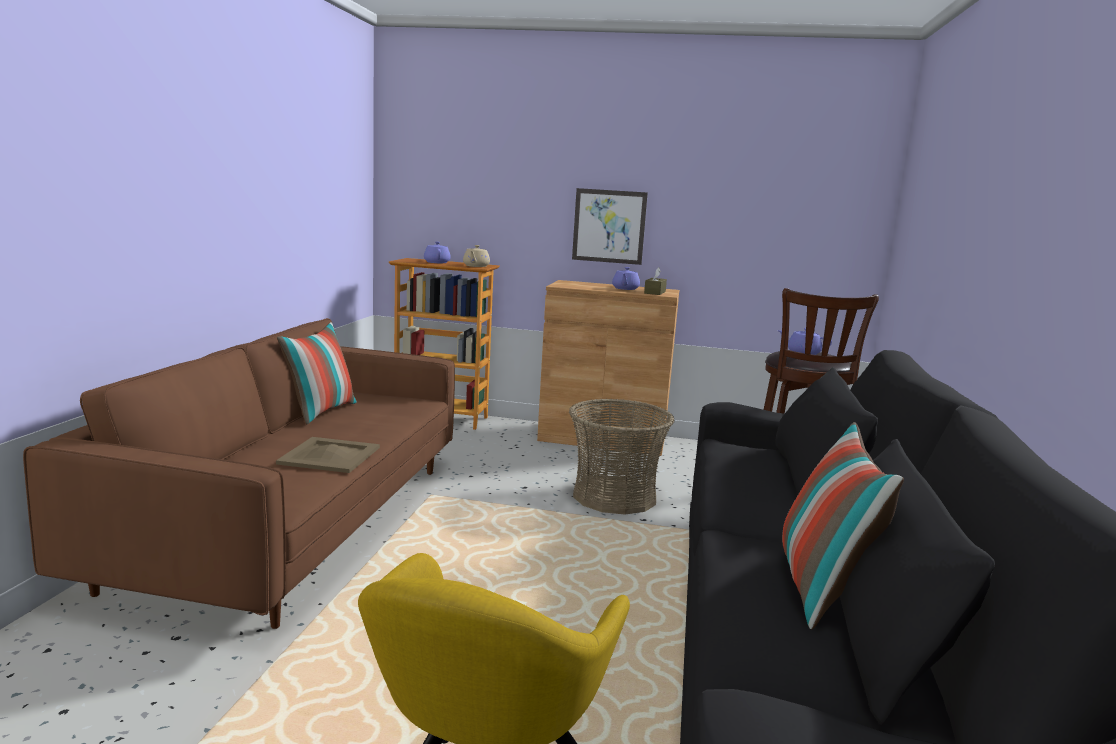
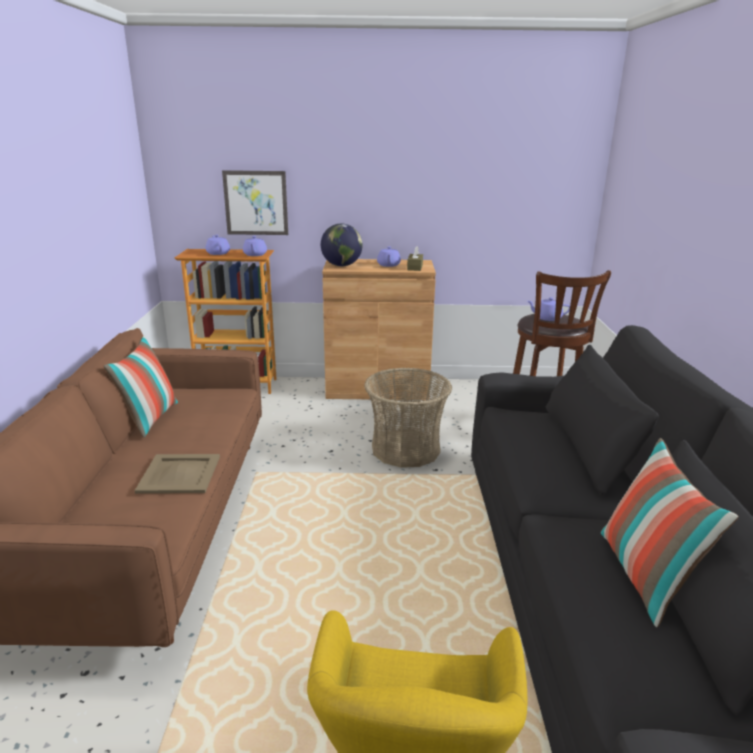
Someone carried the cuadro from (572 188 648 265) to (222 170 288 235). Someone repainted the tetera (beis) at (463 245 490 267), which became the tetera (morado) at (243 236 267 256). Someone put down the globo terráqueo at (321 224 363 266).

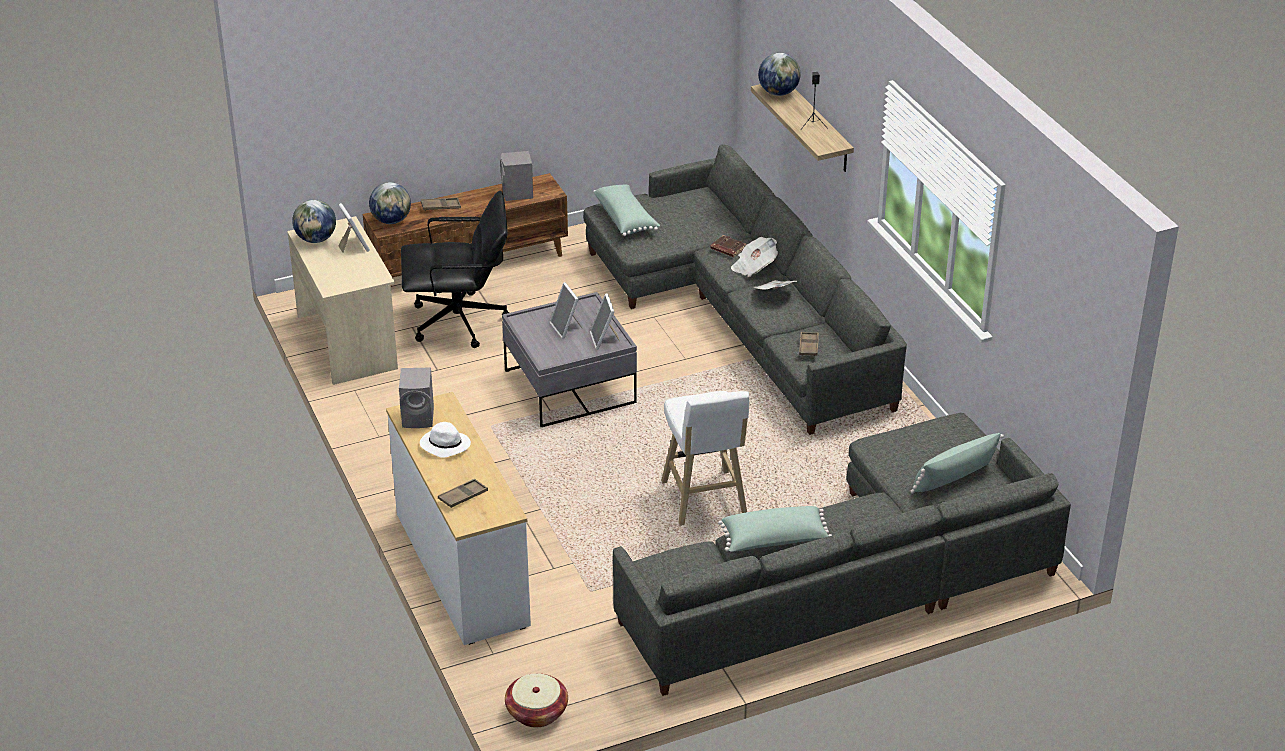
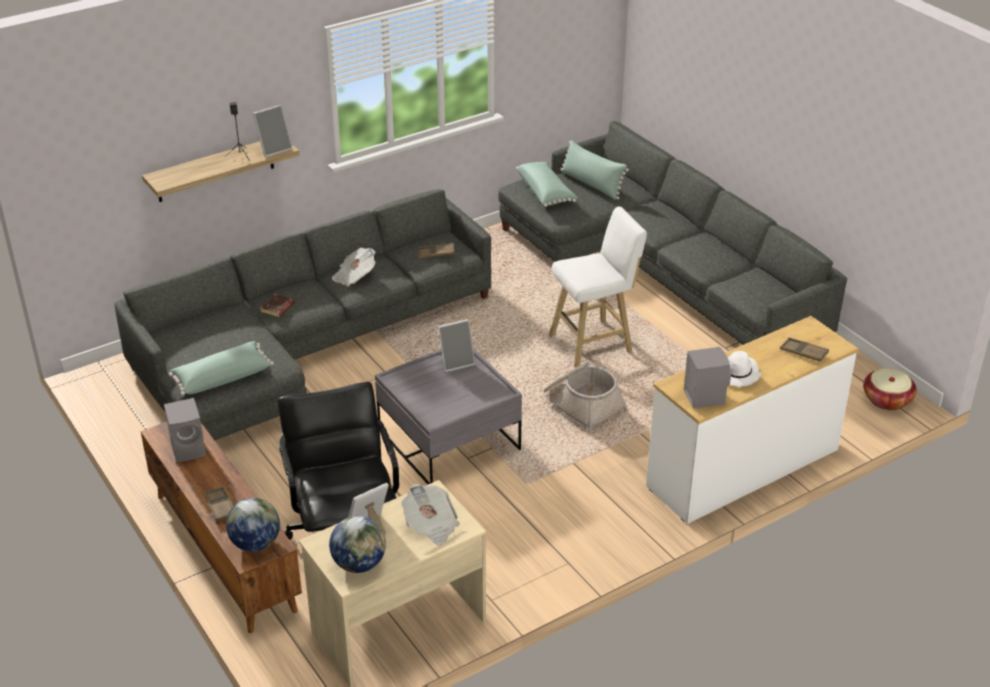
Someone took away the globo terráqueo at (758 53 801 96). Someone carried the periódico from (731 237 778 277) to (401 484 460 545). Someone carried the portarretratos from (550 283 583 339) to (253 105 292 157). Someone carried the cojín (verde) from (718 506 832 552) to (516 162 578 207). Someone put down the cesta at (544 362 629 434).

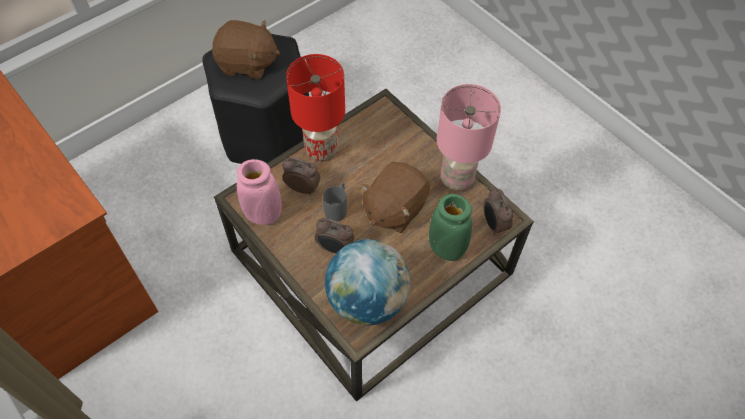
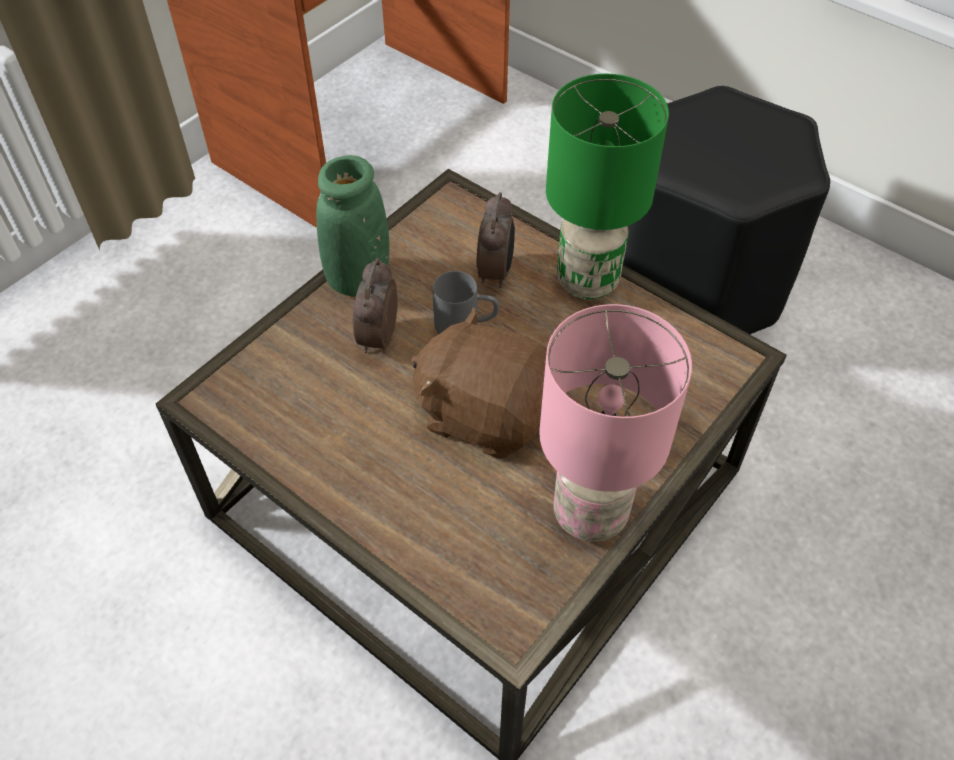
Someone took away the peluche (marrón) at (212 20 280 79). Someone repainted the lámpara de mesa (rojo) at (286 54 345 161), which became the lámpara de mesa (verde) at (546 74 669 300). Someone took away the florero (rosa) at (237 159 282 225). Someone took away the despertador at (484 188 513 235). Someone carried the florero (verde) from (429 194 472 261) to (316 155 389 296). Someone took away the globo terráqueo at (325 239 410 325).

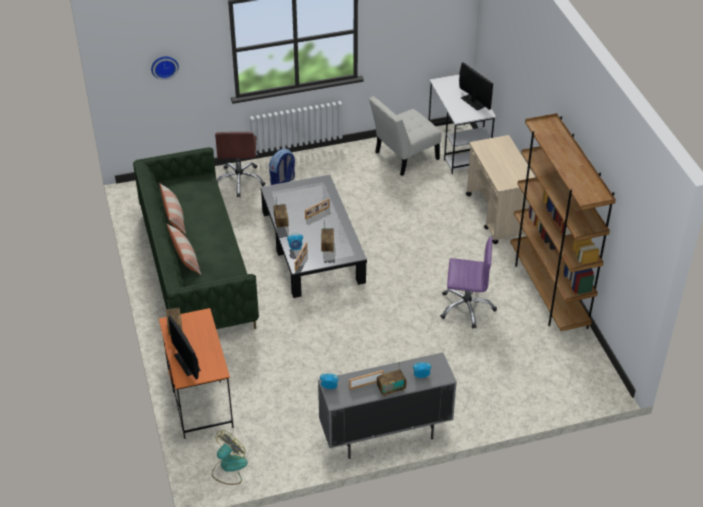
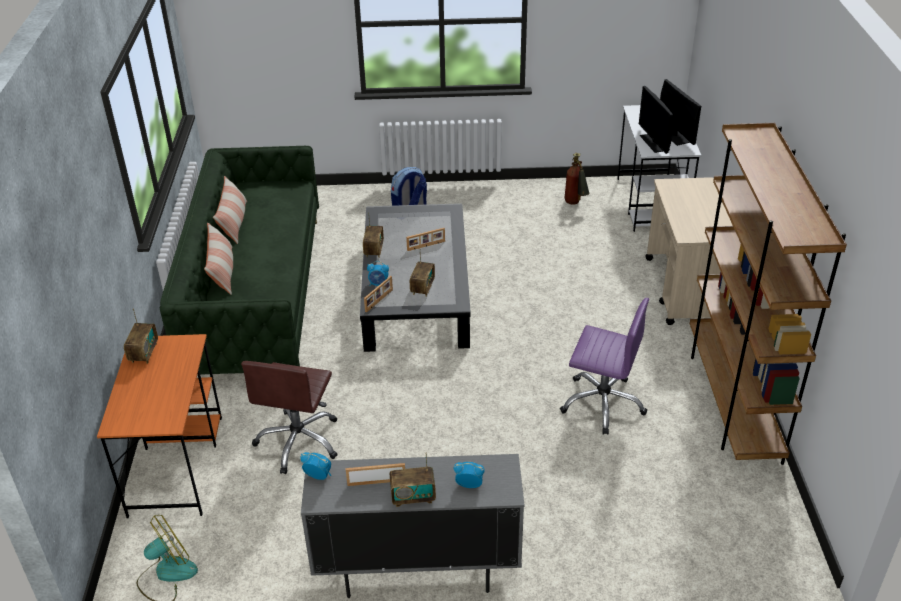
Someone took away the reloj de pared at (151 56 179 80). Someone swapped the silla (blanco) at (369 96 441 176) for the extintor at (565 153 590 205). Someone carried the silla de oficina (marrón) from (215 132 266 198) to (241 361 338 474). Someone carried the monitor from (168 315 201 379) to (639 86 674 154).

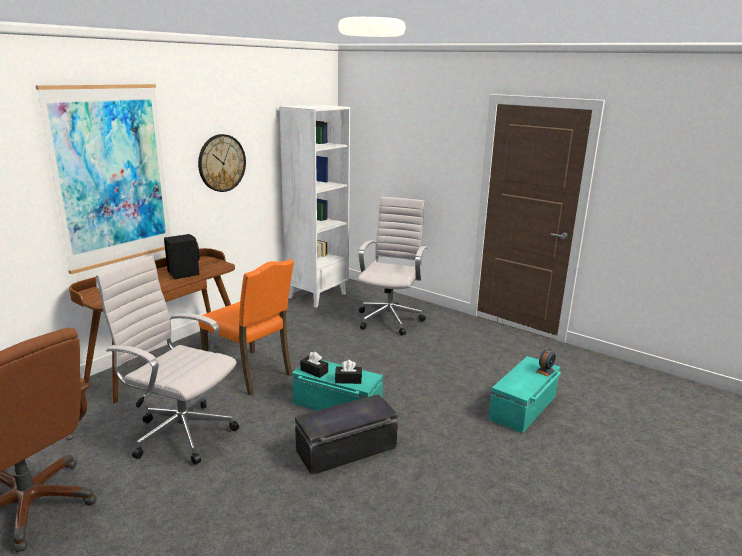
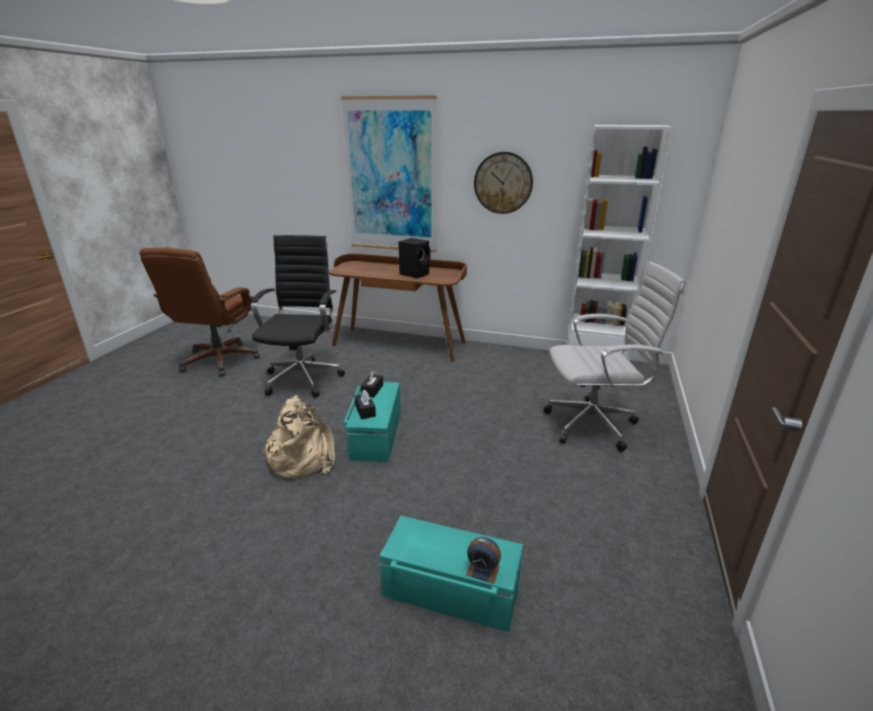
Someone repainted the silla de oficina (blanco) at (95 255 239 465), which became the silla de oficina (negro) at (251 235 345 398). Someone took away the silla (naranja) at (198 259 294 396). Someone swapped the caja de almacenaje (negro) at (295 394 398 475) for the mochila (beis) at (262 395 335 479).

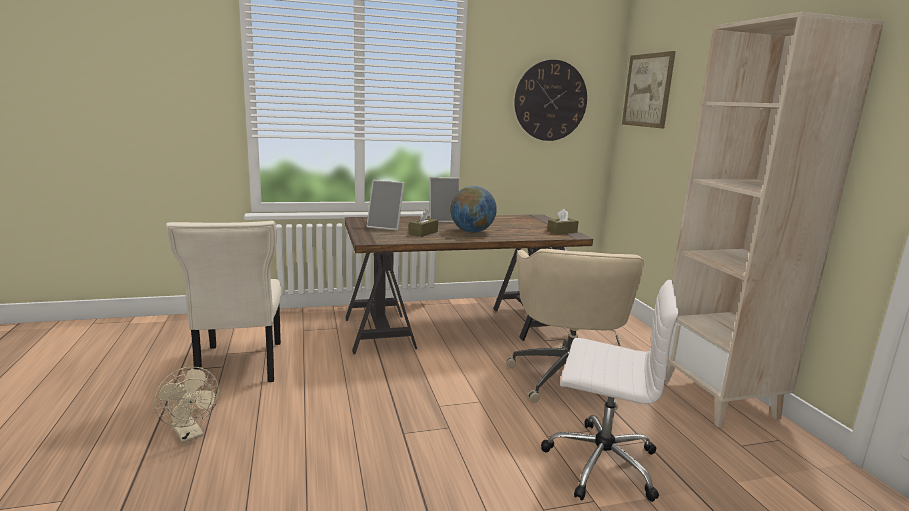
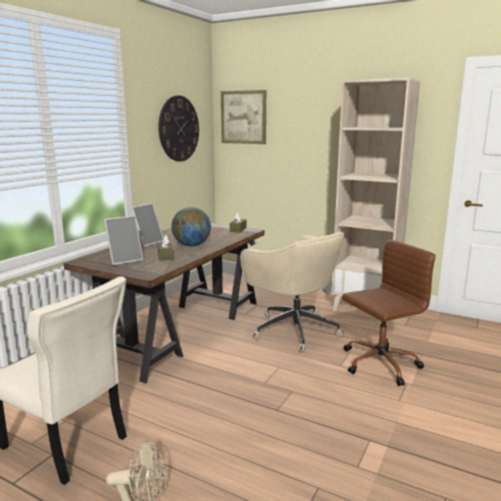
Someone repainted the silla de oficina (blanco) at (541 280 679 502), which became the silla de oficina (marrón) at (342 240 435 386).

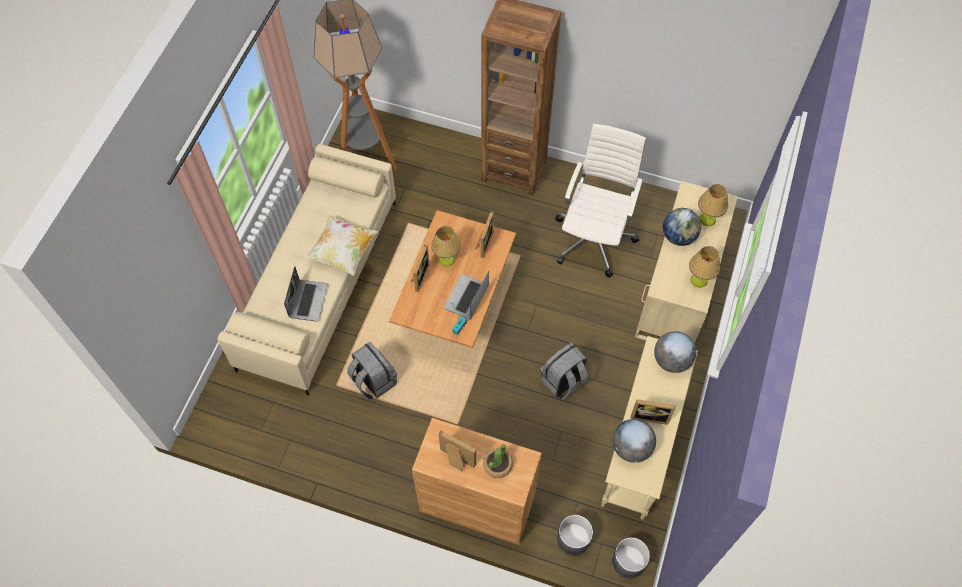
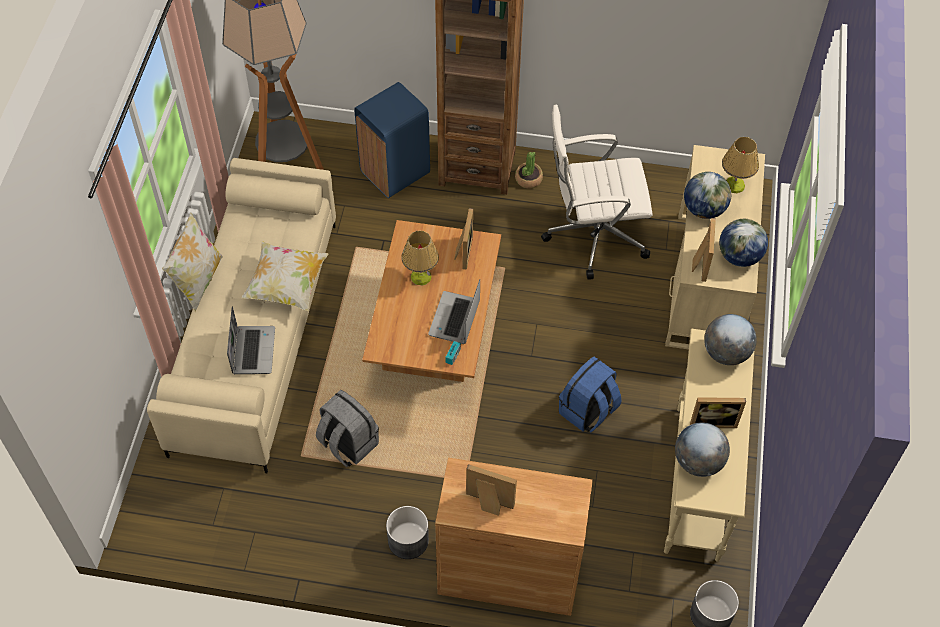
Someone rotated the silla de oficina (blanco) at (555 124 646 278) by 105 degrees counterclockwise. Someone carried the portarretratos from (410 245 430 292) to (692 218 716 282). Someone swapped the lámpara de mesa at (689 246 720 288) for the globo terráqueo at (719 219 768 267). Someone repainted the mochila (gris) at (541 343 589 400), which became the mochila (azul) at (559 357 621 432). Someone carried the planta en maceta from (483 444 513 478) to (515 152 543 189). Someone carried the maceta (gris) from (557 515 593 556) to (386 506 429 559). Someone put down the papelera (azul) at (354 82 430 198). Someone put down the cojín at (162 212 223 312).

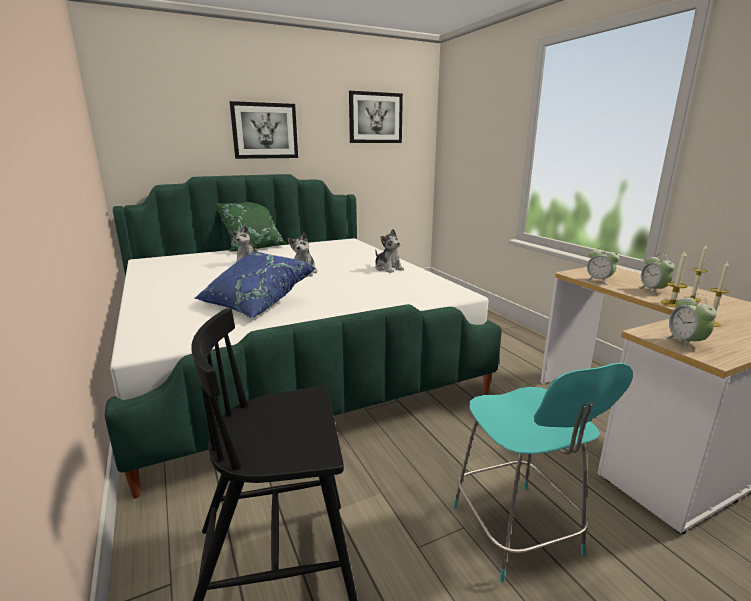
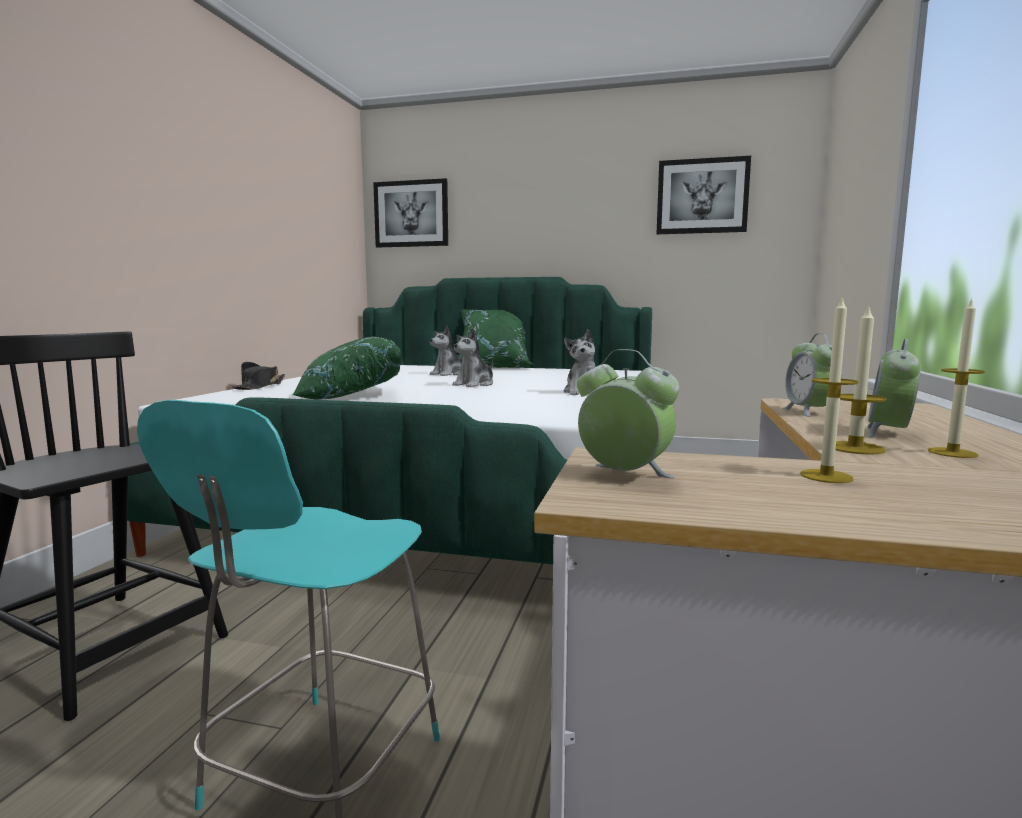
Someone carried the cuadro from (230 101 298 159) to (373 178 448 248). Someone repainted the cojín (azul) at (194 252 315 318), which became the cojín (verde) at (293 337 401 399). Someone rotated the despertador at (664 294 717 351) by 90 degrees clockwise. Someone put down the sombrero (negro) at (232 362 285 390).

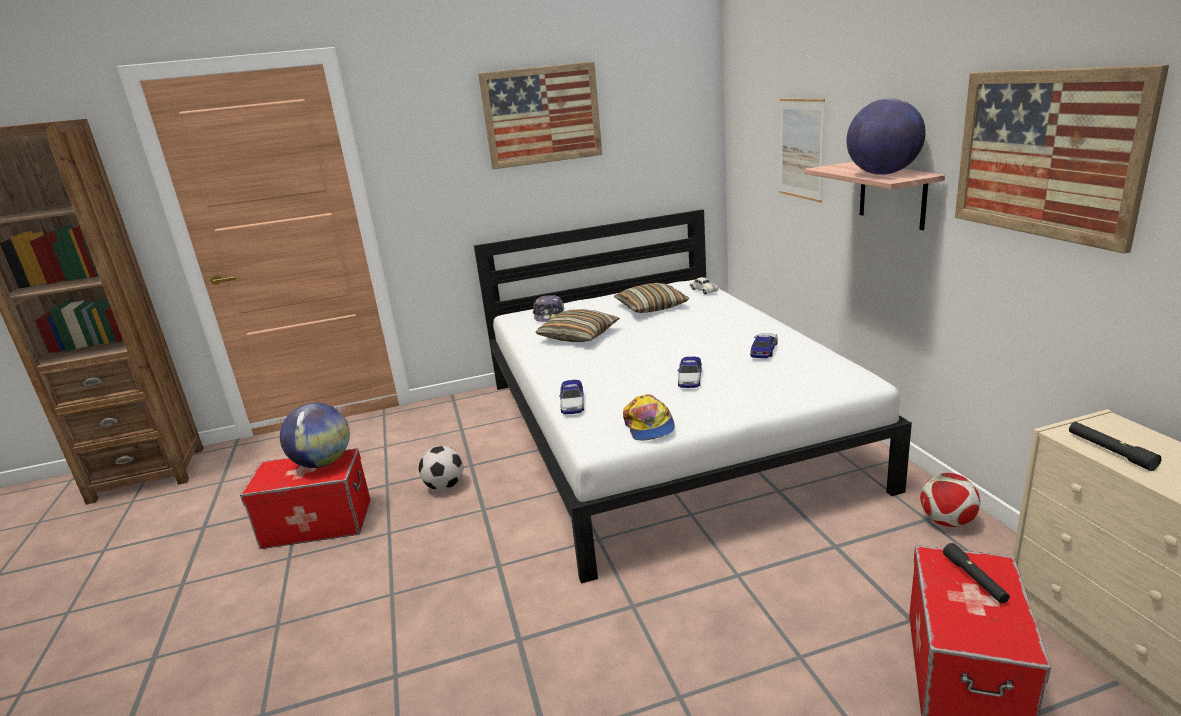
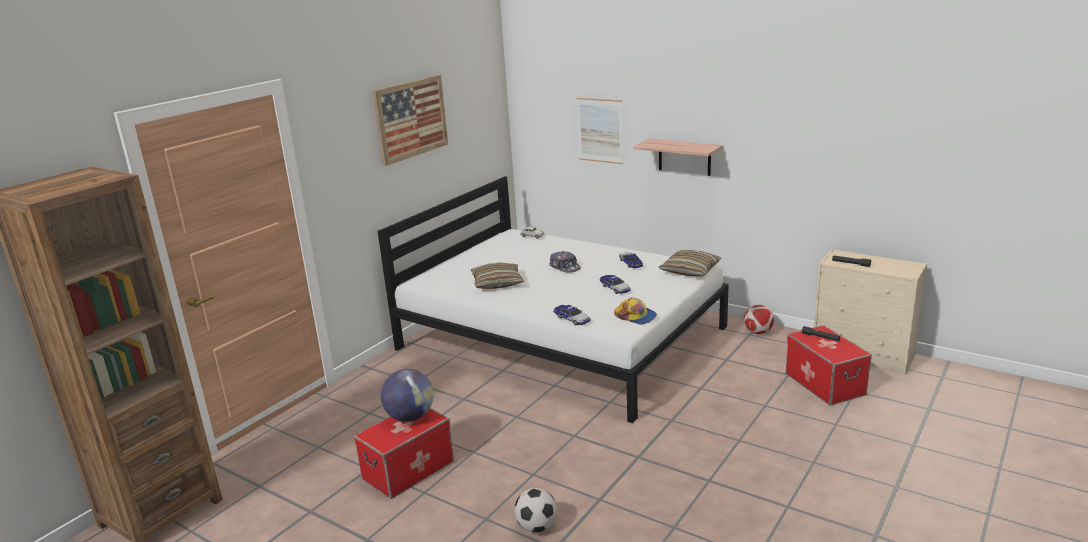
Someone took away the cuadro at (955 65 1169 254). Someone took away the globo terráqueo at (847 98 926 175). Someone carried the cojín from (614 283 689 313) to (658 250 721 276). Someone carried the gorra from (533 295 564 322) to (549 251 581 273). Someone carried the balón de fútbol from (419 446 463 490) to (514 488 557 532).

